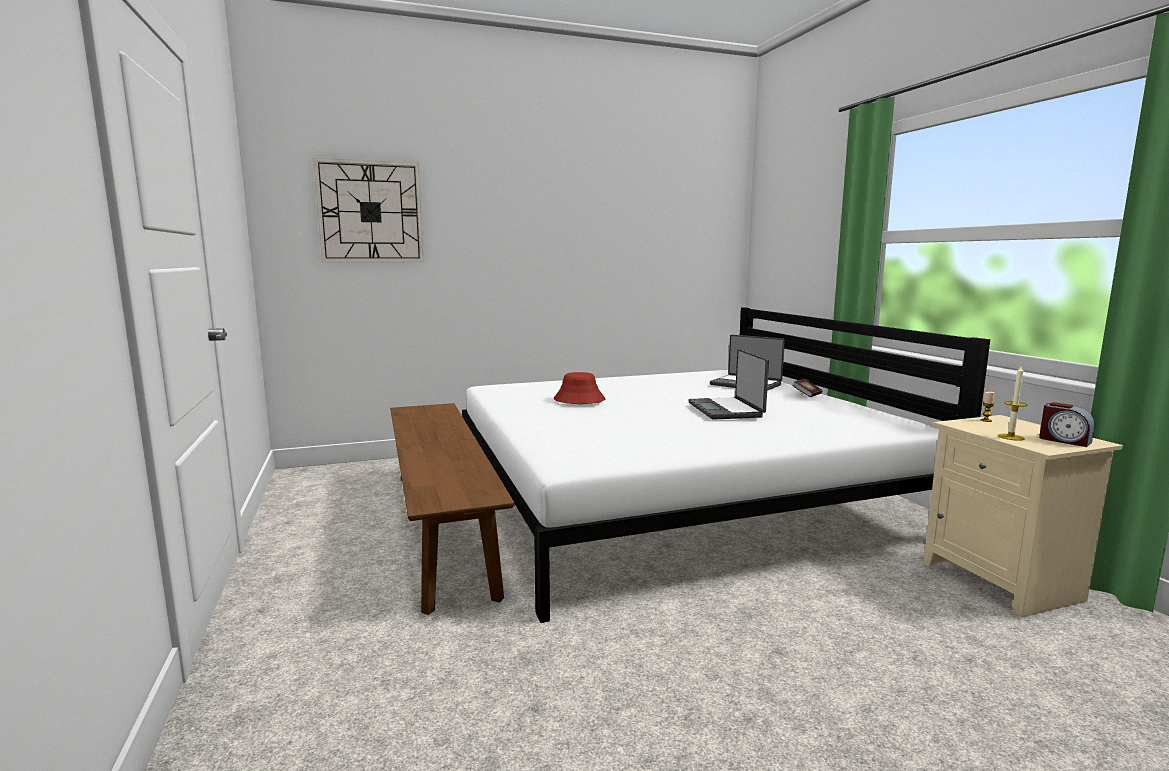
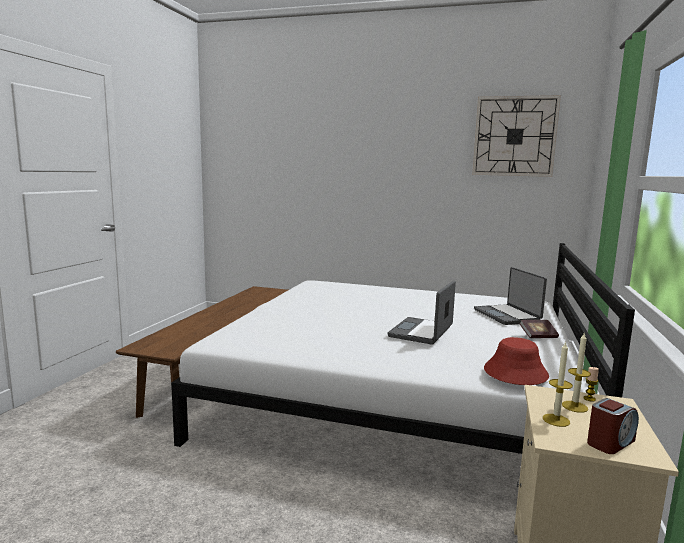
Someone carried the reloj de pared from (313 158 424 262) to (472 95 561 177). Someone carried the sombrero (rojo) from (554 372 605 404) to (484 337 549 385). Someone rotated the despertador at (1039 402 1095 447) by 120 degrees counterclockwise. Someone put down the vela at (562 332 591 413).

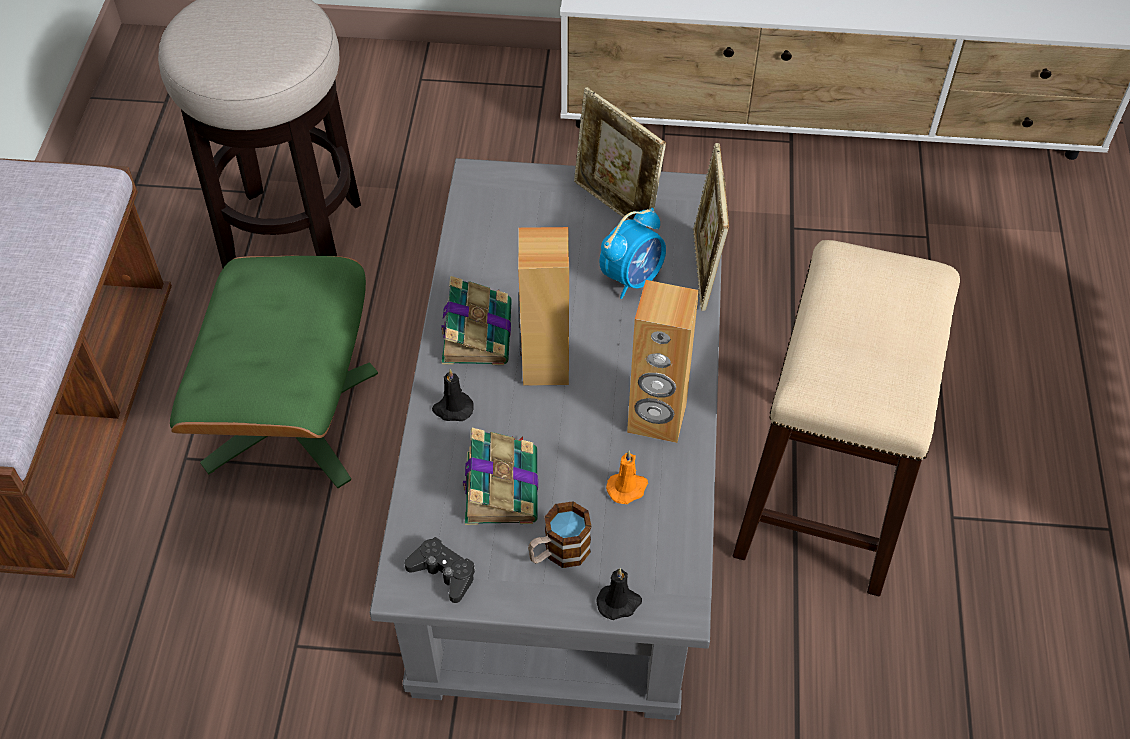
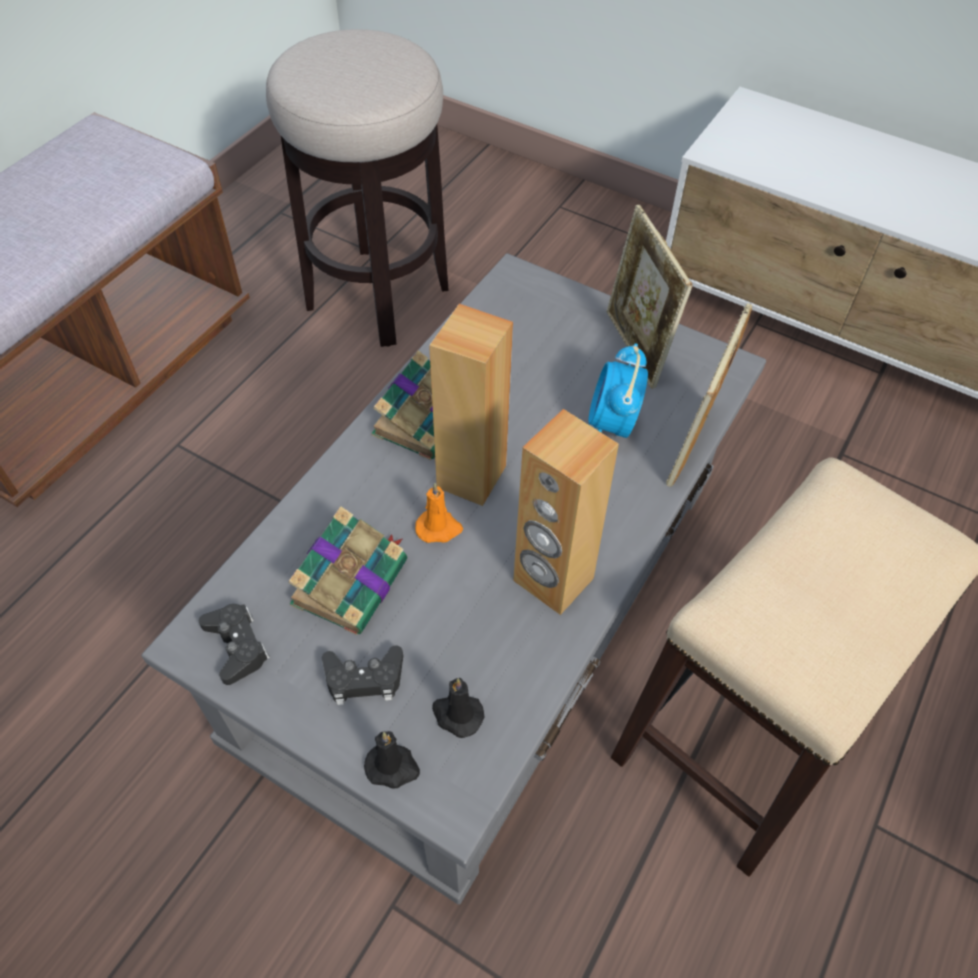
Someone rotated the despertador at (599 208 666 299) by 120 degrees clockwise. Someone took away the puf (verde) at (170 256 378 488). Someone carried the vela (negro) from (432 369 474 421) to (432 678 484 738). Someone carried the vela (naranja) from (606 451 648 504) to (415 483 463 543). Someone swapped the taza grande at (528 501 592 568) for the mando de consola (negro) at (322 645 403 705).

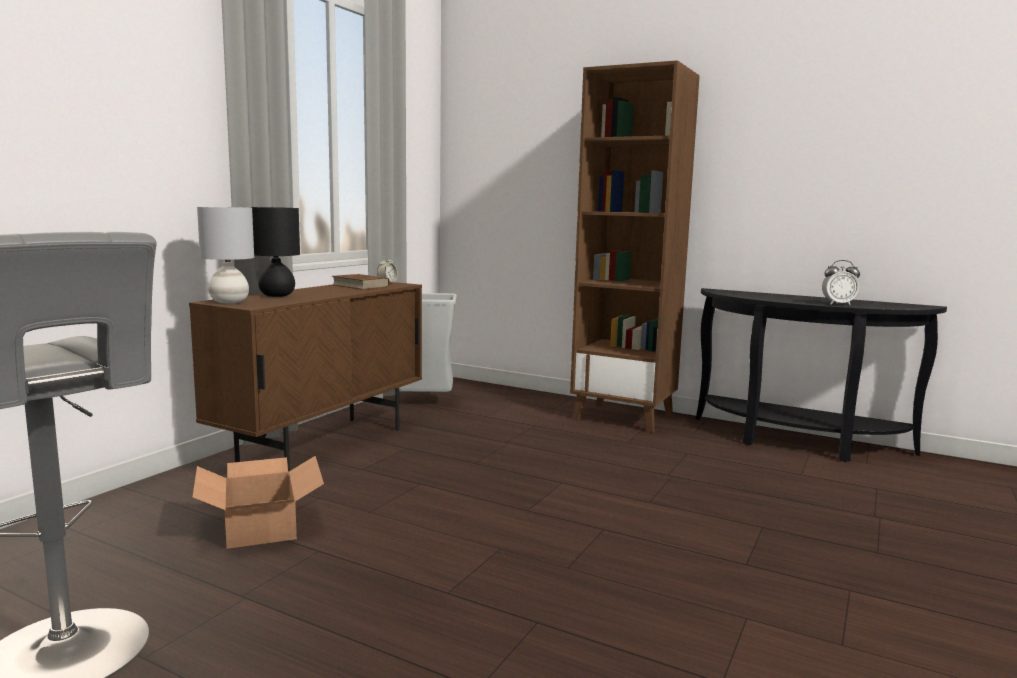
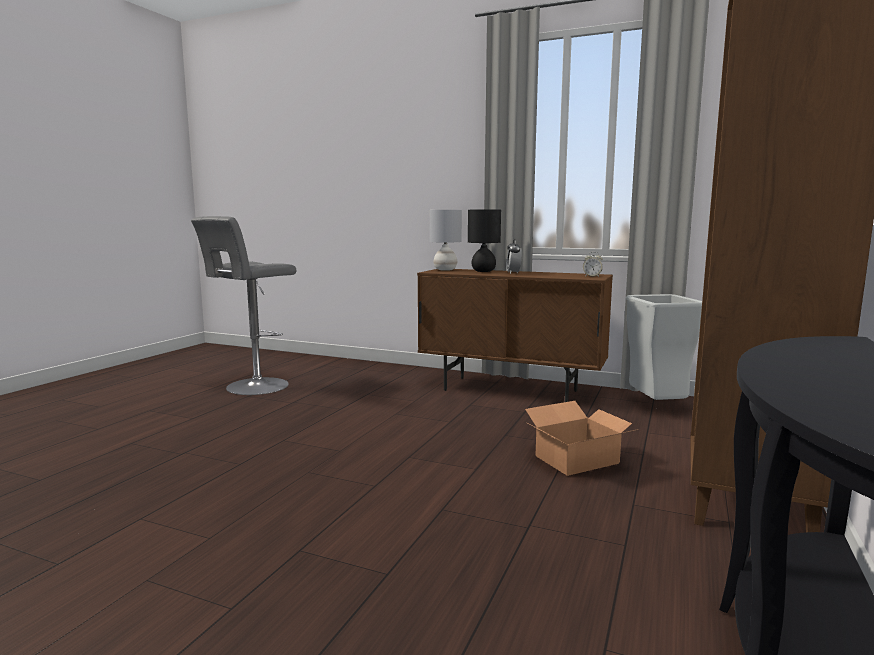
Someone carried the despertador from (822 260 860 305) to (506 239 522 274). Someone took away the libro (marrón) at (332 274 389 290). Someone carried the caja de cartón from (192 456 324 549) to (525 401 639 476).

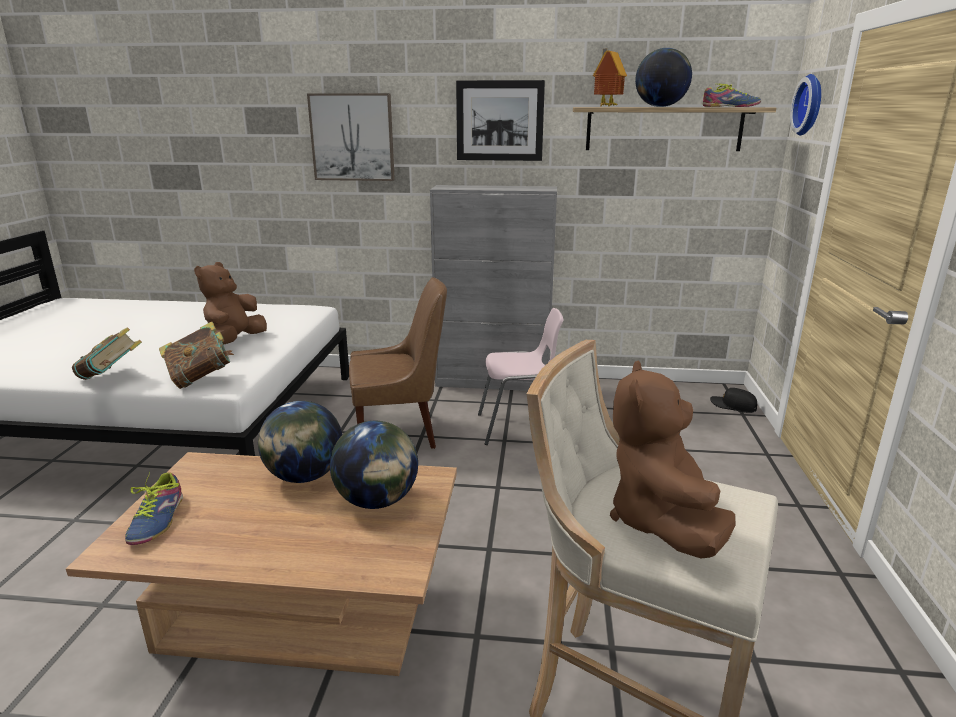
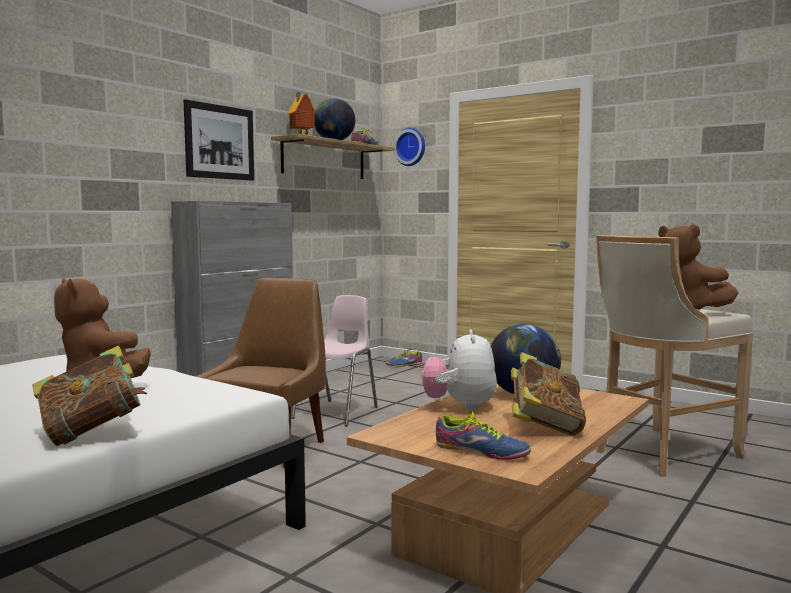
Someone took away the cuadro at (307 93 395 181). Someone carried the libro from (159 321 234 389) to (511 352 586 436). Someone swapped the gorra (negro) at (710 388 757 413) for the zapato at (385 349 422 367). Someone swapped the globo terráqueo at (258 401 342 483) for the peluche at (422 329 497 411).

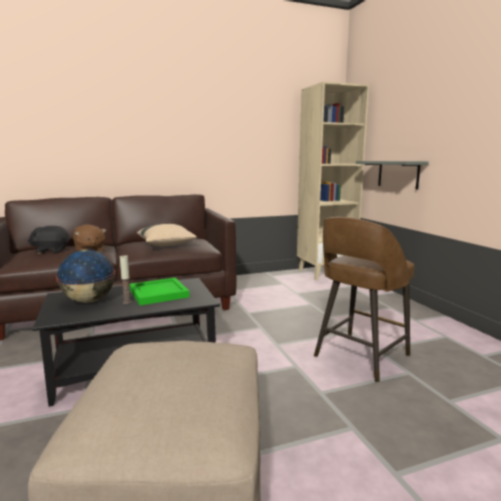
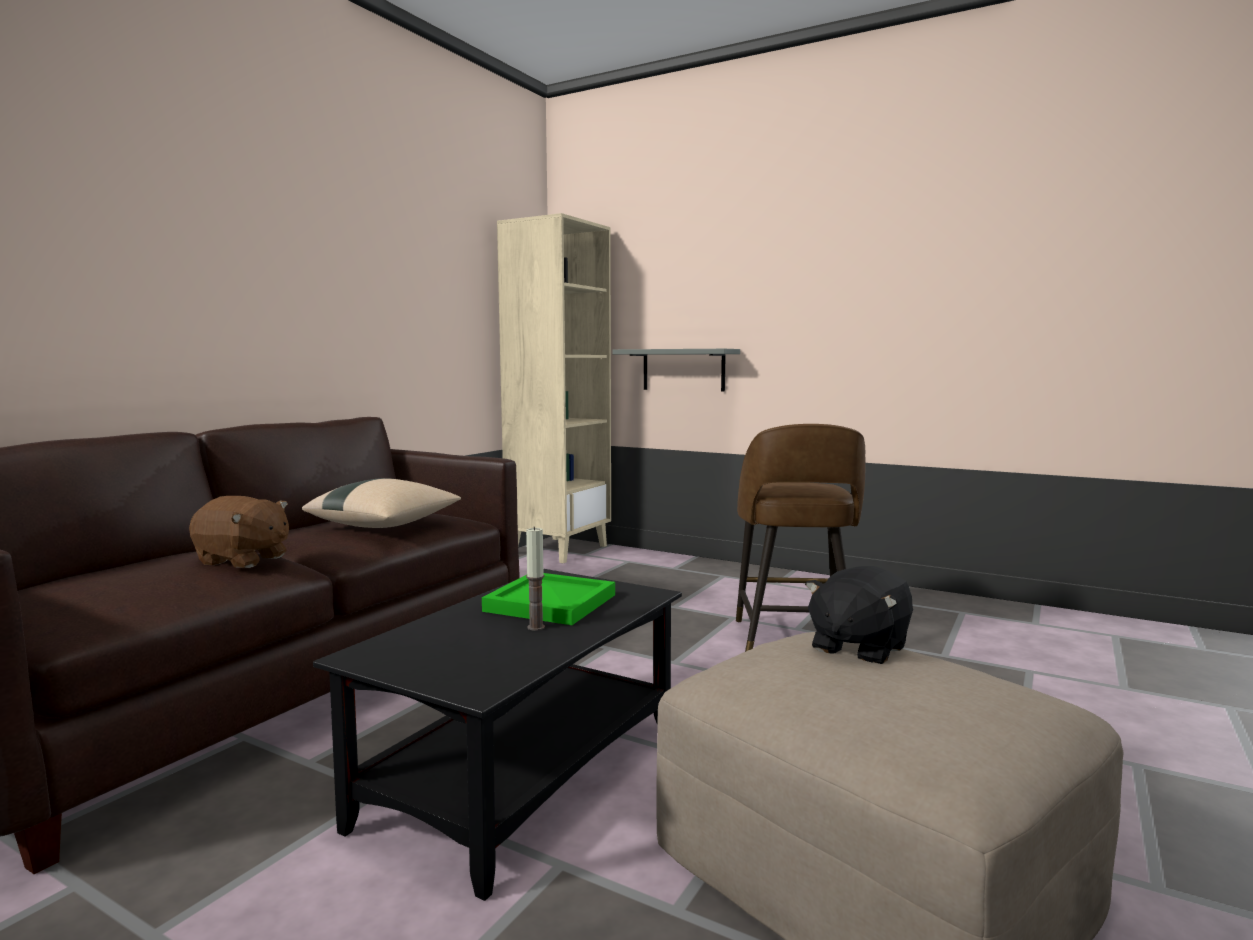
Someone carried the peluche (negro) from (28 226 70 254) to (805 566 913 664). Someone took away the globo terráqueo at (56 250 116 303).

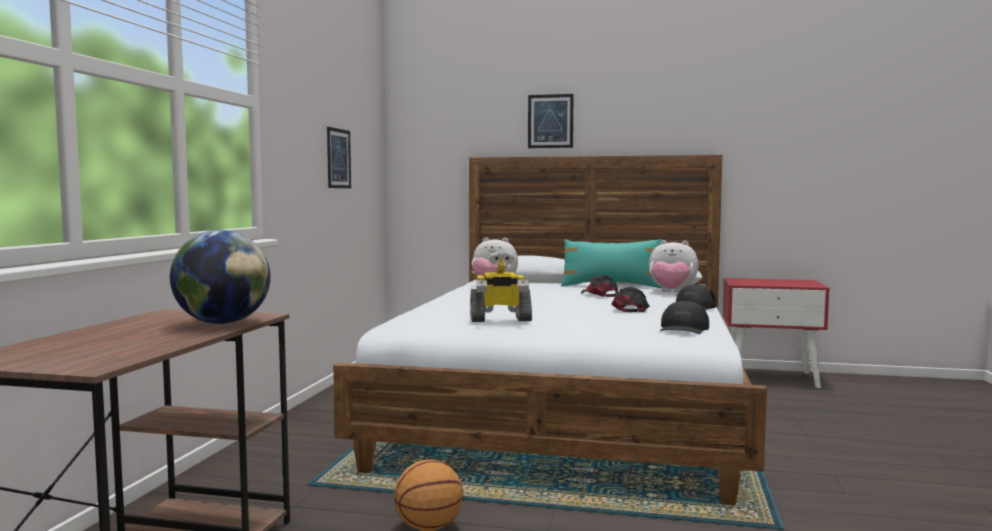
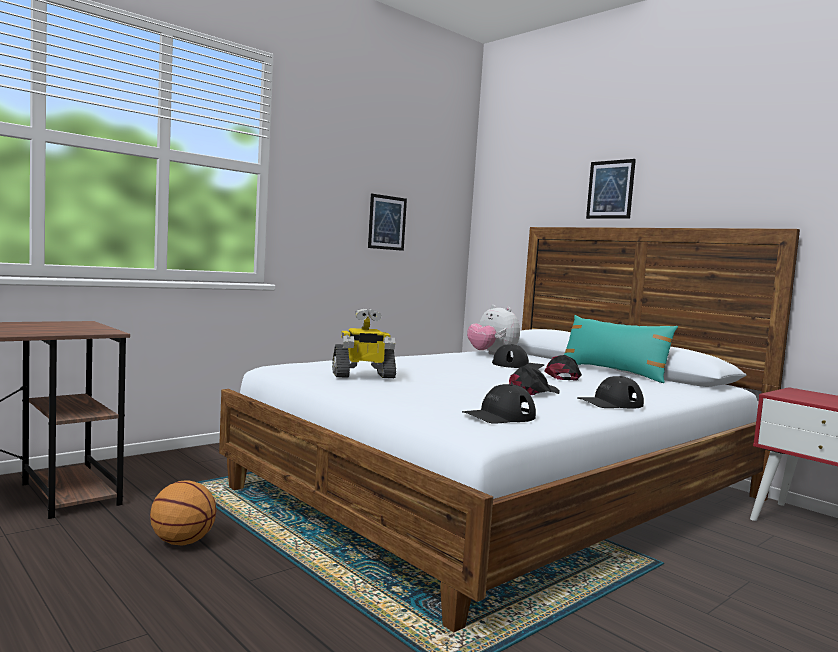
Someone took away the globo terráqueo at (170 230 271 324). Someone took away the peluche at (649 240 698 292). Someone rotated the robot de juguete at (470 252 532 322) by 45 degrees counterclockwise. Someone put down the gorra (negro) at (492 344 545 369).

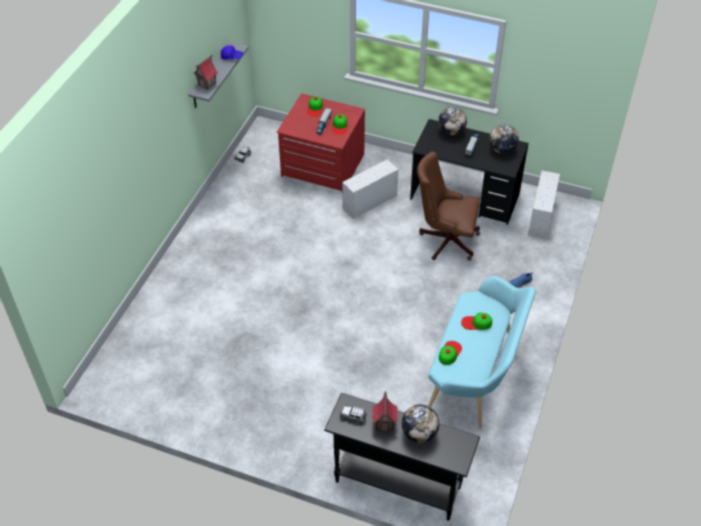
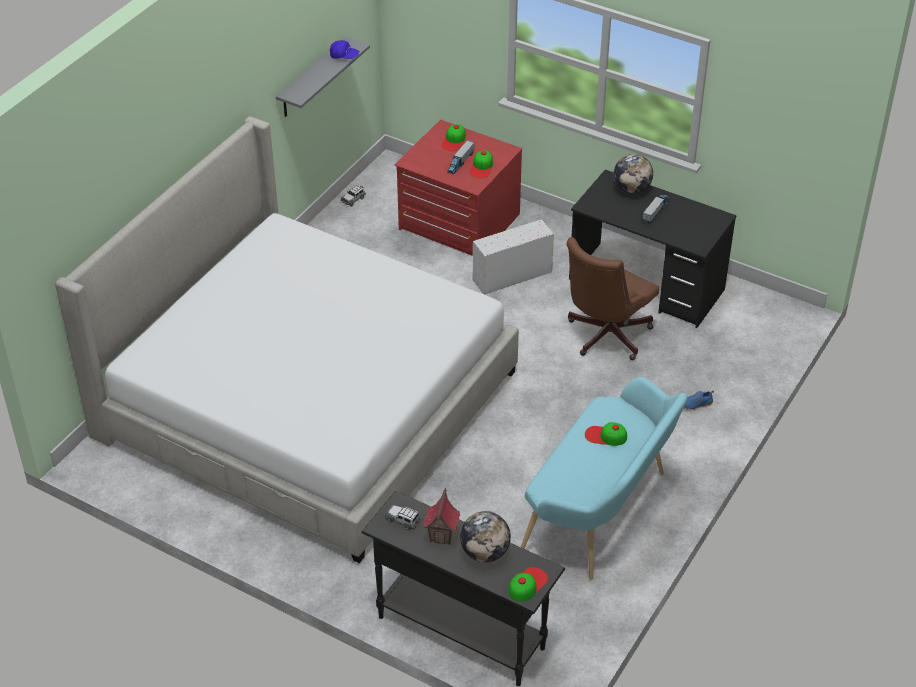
Someone took away the casita at (193 55 218 90). Someone took away the globo terráqueo at (489 125 519 154). Someone rotated the silla de oficina (marrón) at (417 152 480 260) by 75 degrees counterclockwise. Someone took away the caja de almacenaje (blanco) at (528 171 560 239). Someone carried the gorra from (439 341 462 365) to (509 567 548 602). Someone put down the cama at (55 116 519 563).

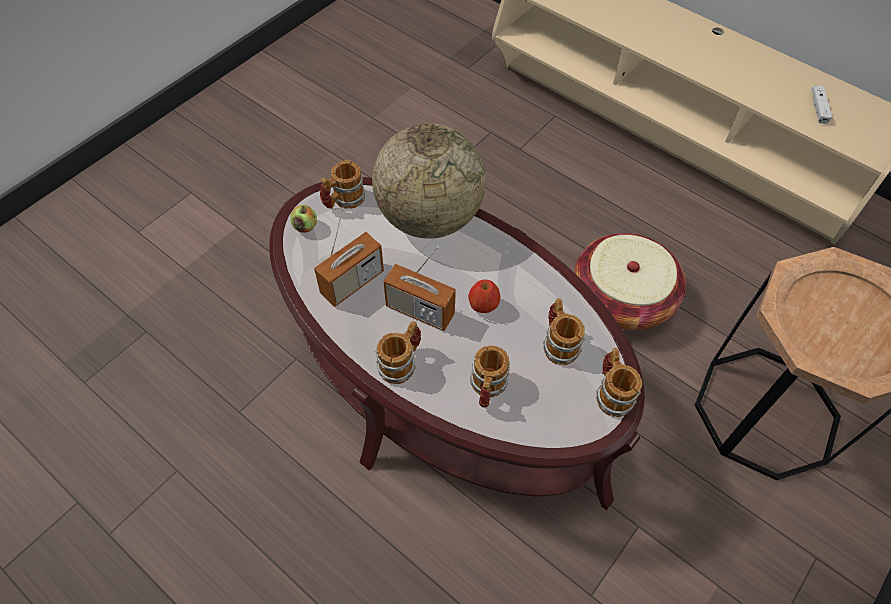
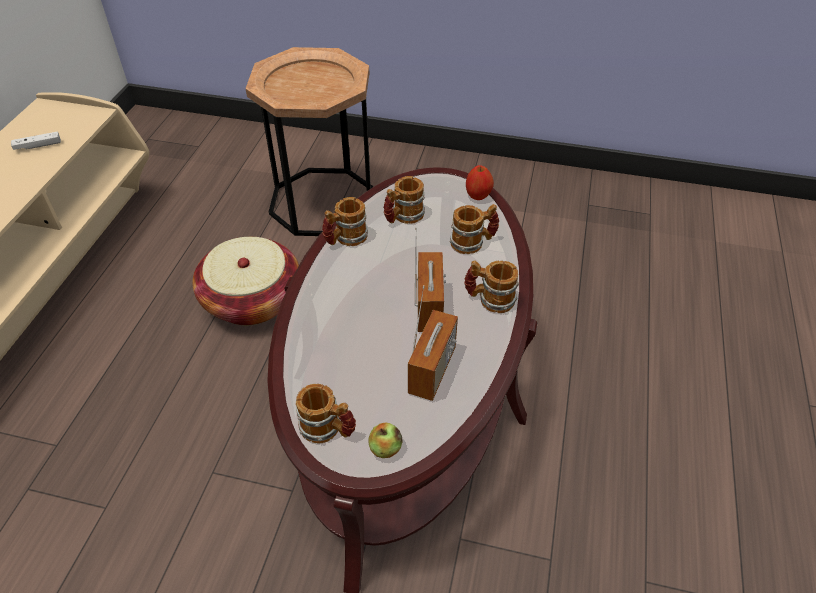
Someone took away the globo terráqueo at (372 123 486 239). Someone rotated the radio at (314 208 384 307) by 90 degrees clockwise. Someone carried the manzana from (468 280 501 313) to (466 165 494 200). Someone carried the taza grande from (596 348 642 417) to (322 197 368 246).

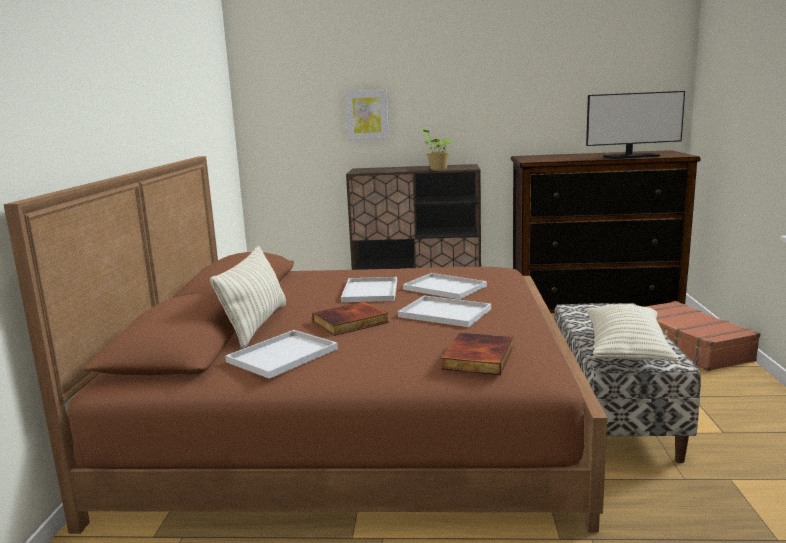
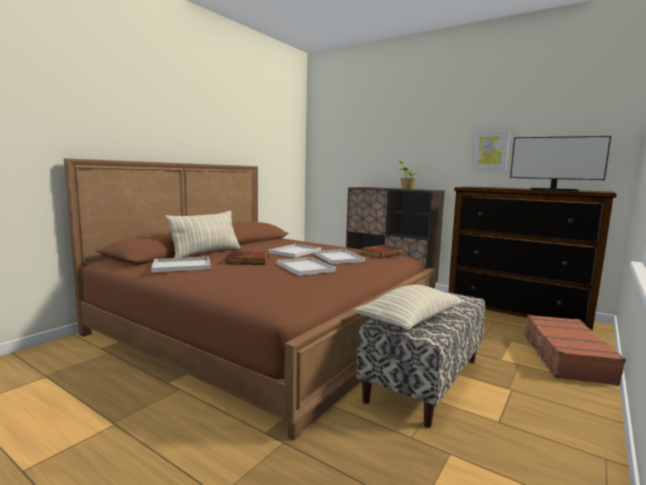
Someone carried the cuadro from (345 90 389 140) to (472 131 510 170). Someone carried the libro from (441 333 514 376) to (361 245 404 258).

